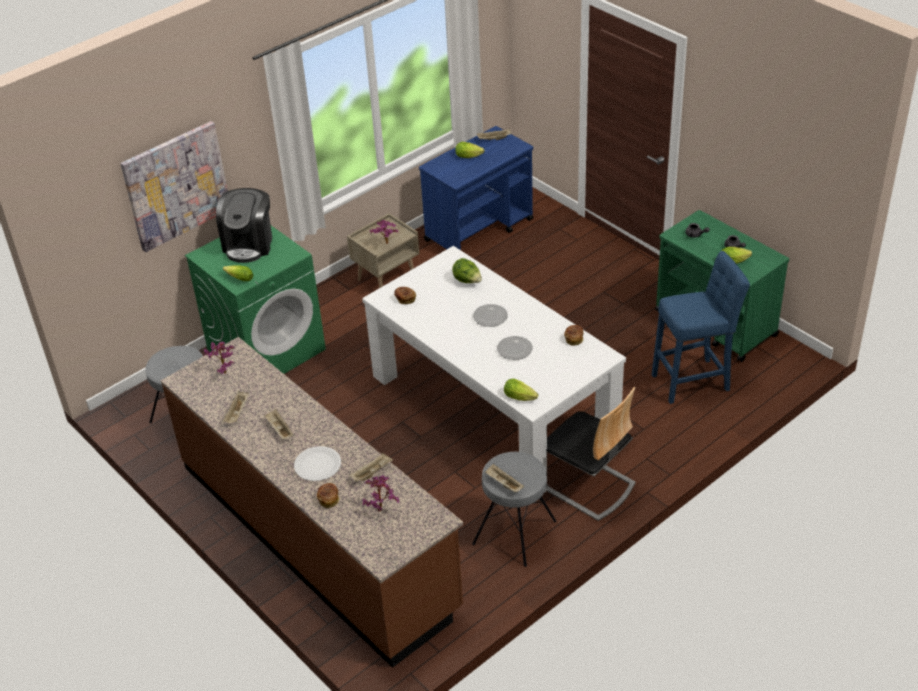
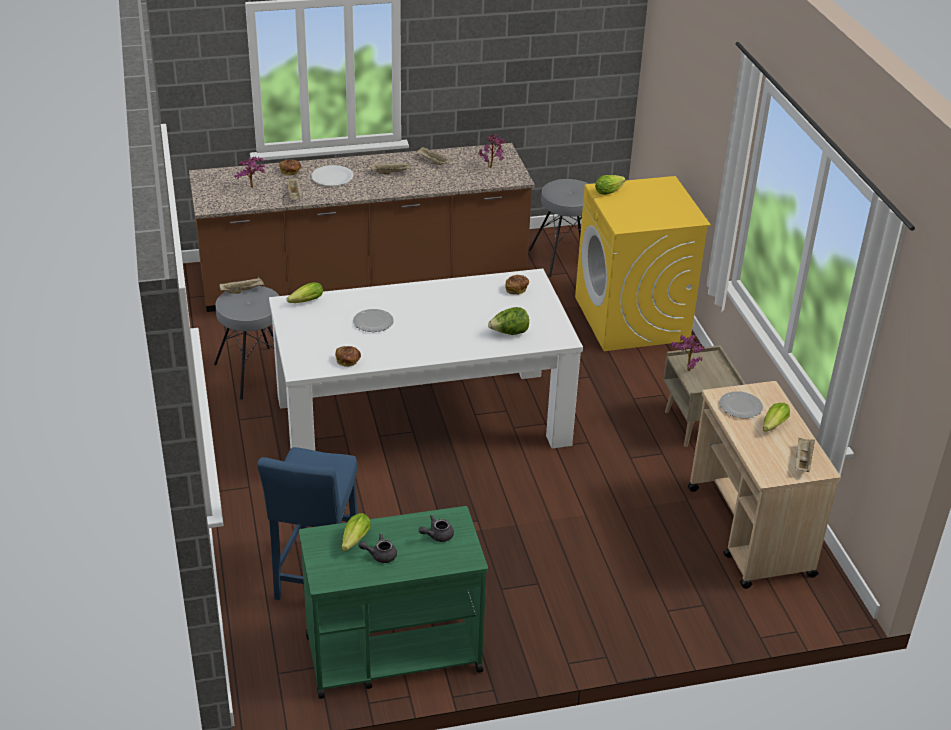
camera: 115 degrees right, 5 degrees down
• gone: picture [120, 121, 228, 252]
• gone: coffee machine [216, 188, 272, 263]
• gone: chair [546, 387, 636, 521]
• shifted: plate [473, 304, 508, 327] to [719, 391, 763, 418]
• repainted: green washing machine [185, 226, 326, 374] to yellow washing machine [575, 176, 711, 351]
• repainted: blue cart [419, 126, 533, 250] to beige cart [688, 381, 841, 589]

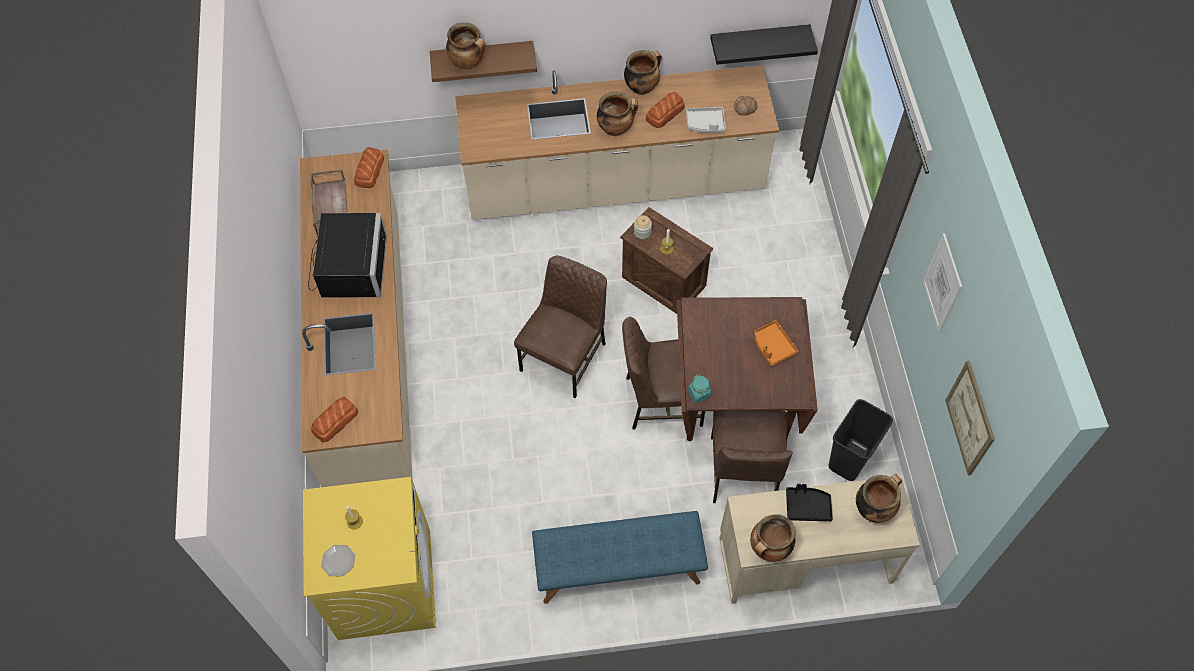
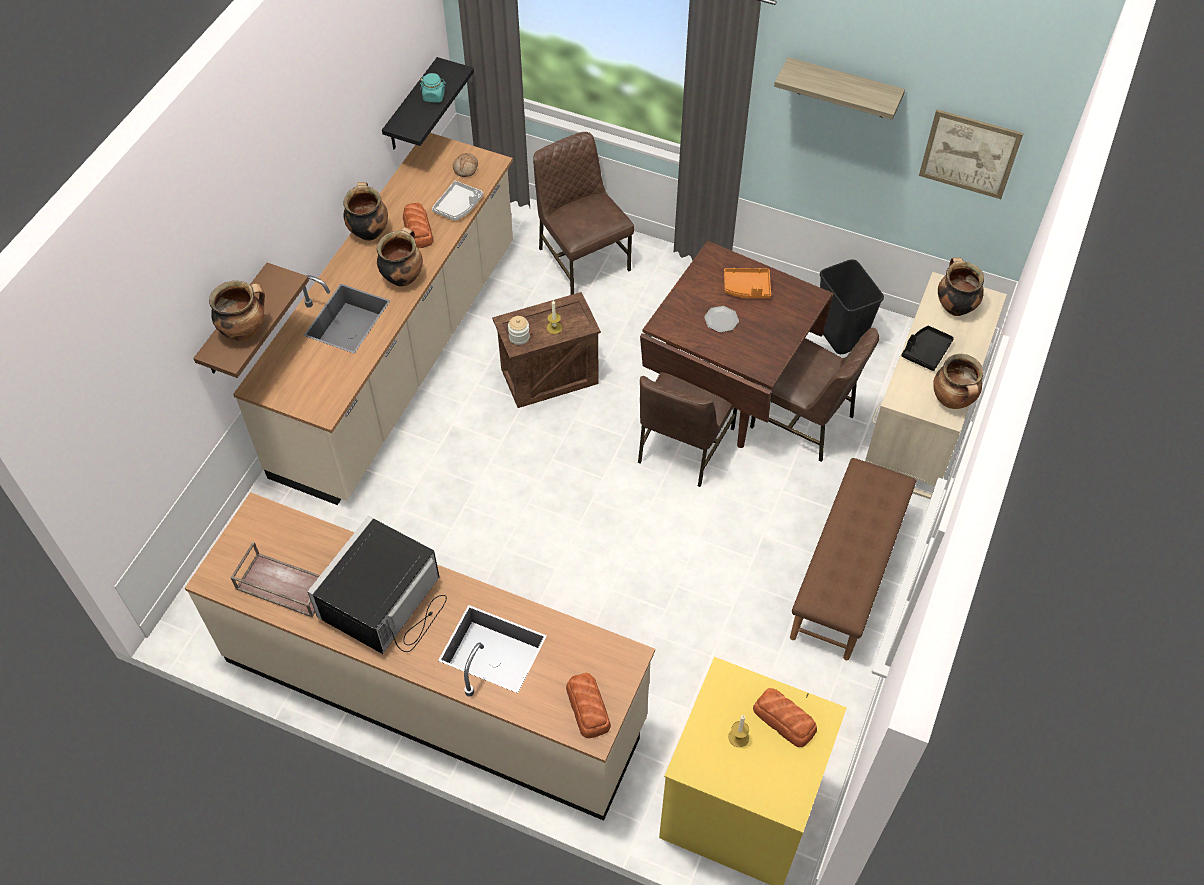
camera: 60 degrees left, 5 degrees down
• shifted: plate [321, 545, 355, 577] to [704, 306, 739, 332]
• shifted: bread [354, 147, 384, 188] to [753, 688, 817, 747]
• shifted: brown chair [514, 256, 607, 398] to [533, 132, 634, 295]
• shifted: turquoise jar [688, 375, 712, 403] to [420, 73, 446, 103]
• swapped: picture [923, 233, 962, 333] to shelf [774, 57, 905, 120]
• repainted: blue bench [532, 511, 708, 604] to brown bench [790, 458, 916, 660]
• rotated: black microwave [308, 213, 387, 298] = [307, 516, 447, 654] 90 degrees counterclockwise

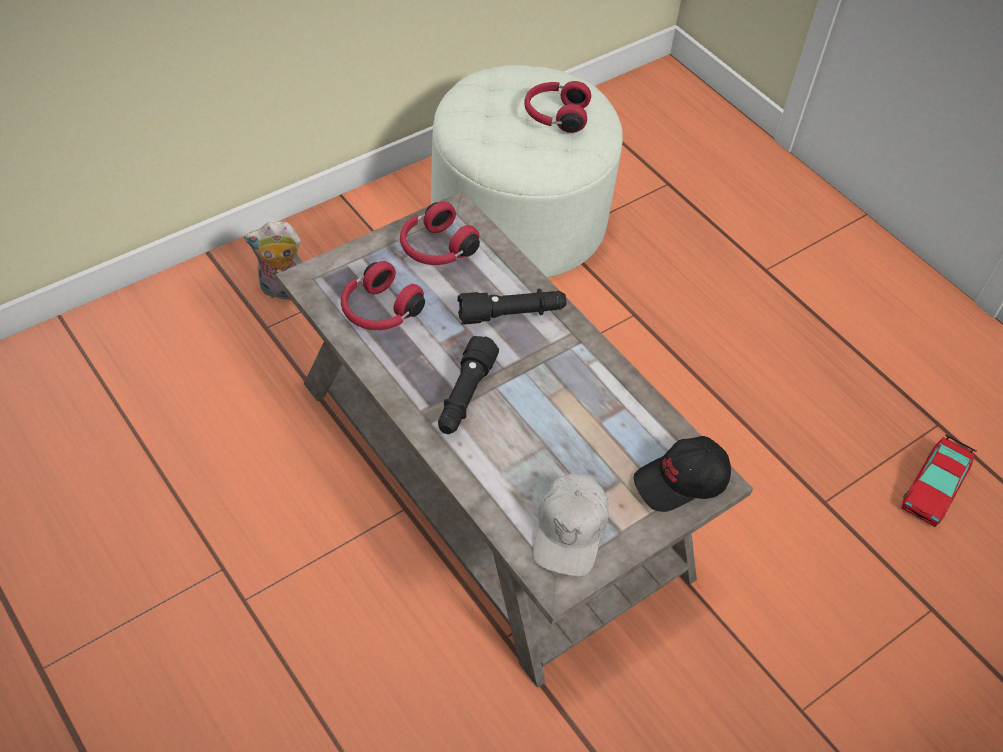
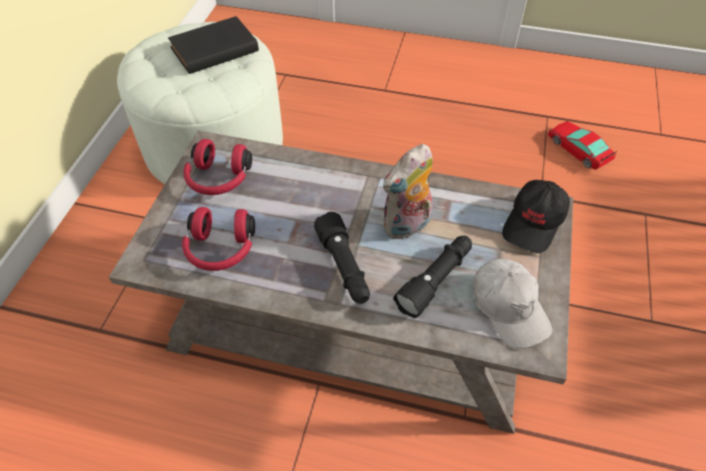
camera: 35 degrees left, 0 degrees up
• shifted: plush toy [244, 222, 303, 300] to [383, 144, 433, 239]
• shifted: black flashlight [458, 289, 566, 325] to [393, 236, 472, 318]
• swapped: red headphones [524, 81, 591, 133] to black book [168, 16, 259, 74]
• rotated: toy car [901, 434, 976, 527] = [548, 121, 617, 170] 150 degrees clockwise

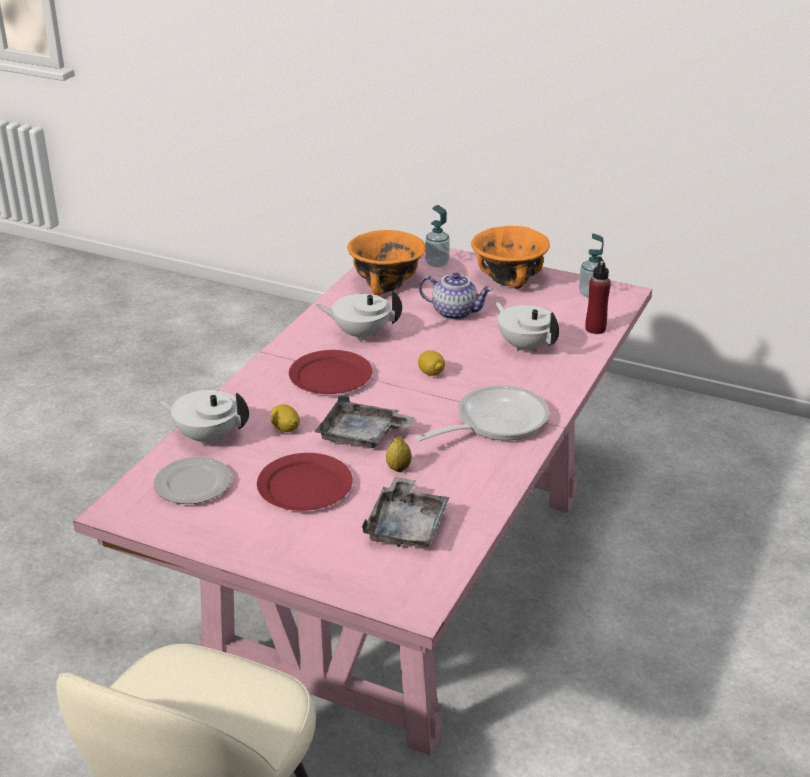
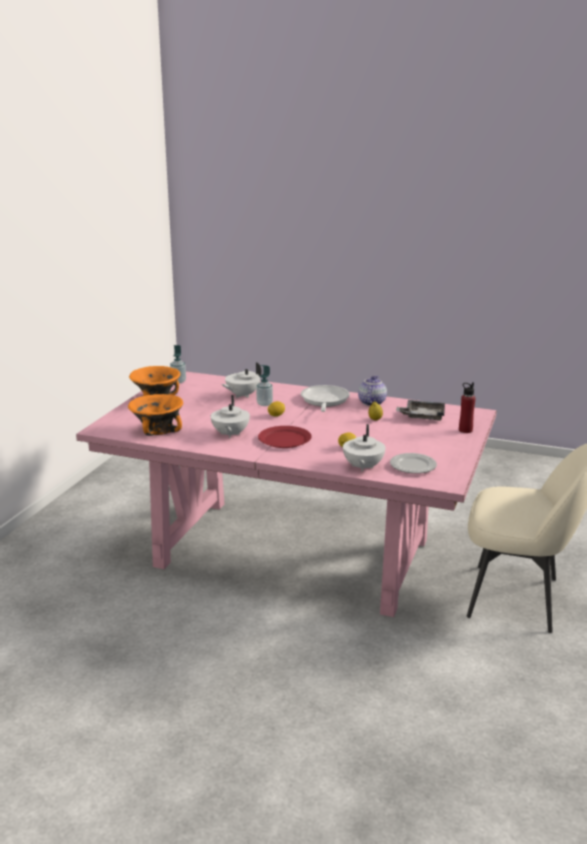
camera: 95 degrees left, 10 degrees down
• gone: red plate [257, 453, 353, 511]
• gone: grey tray [315, 395, 414, 448]
• shifted: teapot [419, 272, 493, 320] to [358, 376, 387, 406]
• shifted: soap dispenser [425, 205, 450, 267] to [256, 365, 273, 406]
• shifted: red bottle [585, 256, 611, 334] to [459, 382, 476, 433]
• rotated: frying pan [415, 385, 549, 441] = [301, 385, 350, 412] 45 degrees clockwise

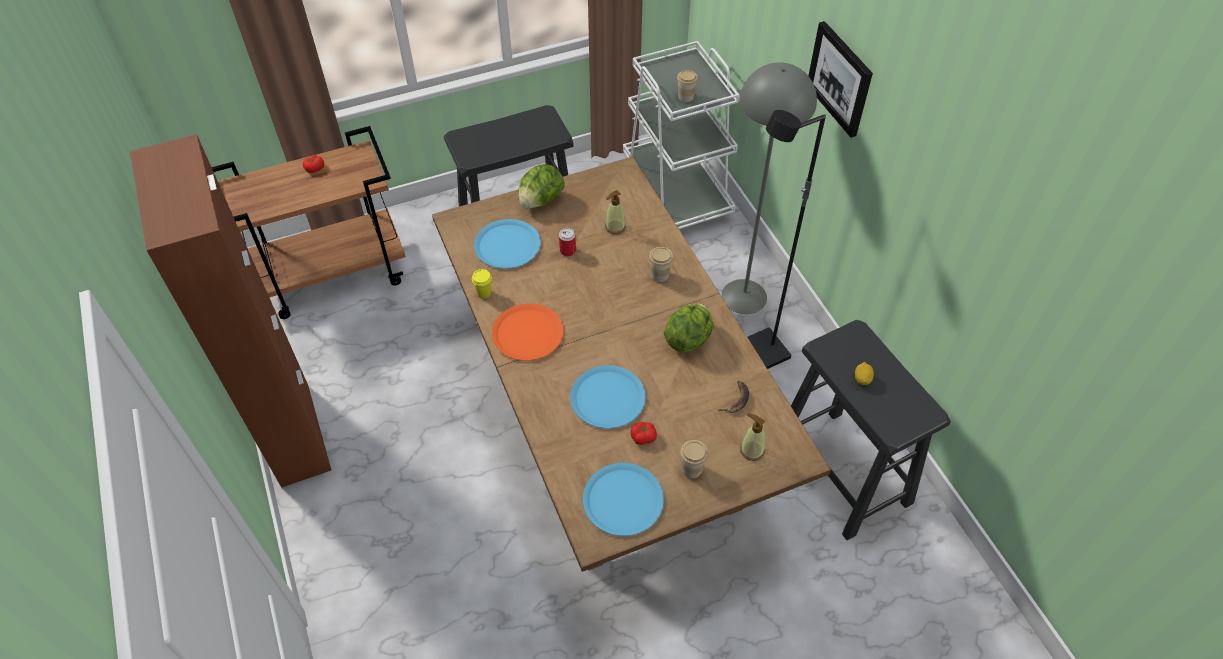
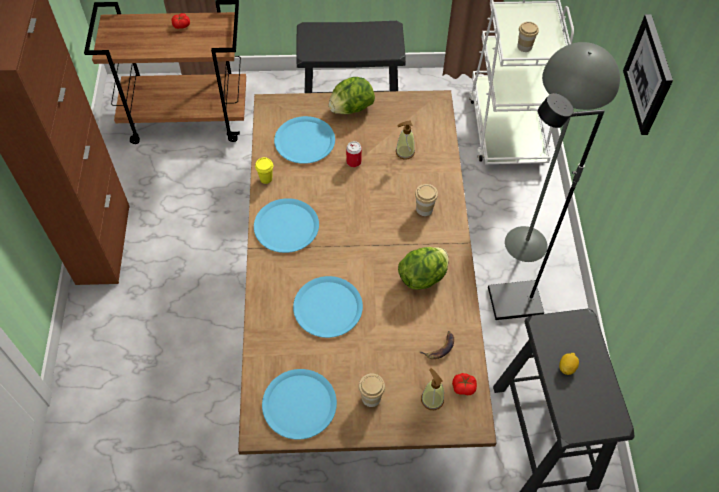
camera: 20 degrees right, 5 degrees up
• shifted: tomato [630, 422, 657, 445] to [452, 373, 477, 395]
• repainted: orange plate [492, 303, 564, 361] to blue plate [254, 198, 319, 253]

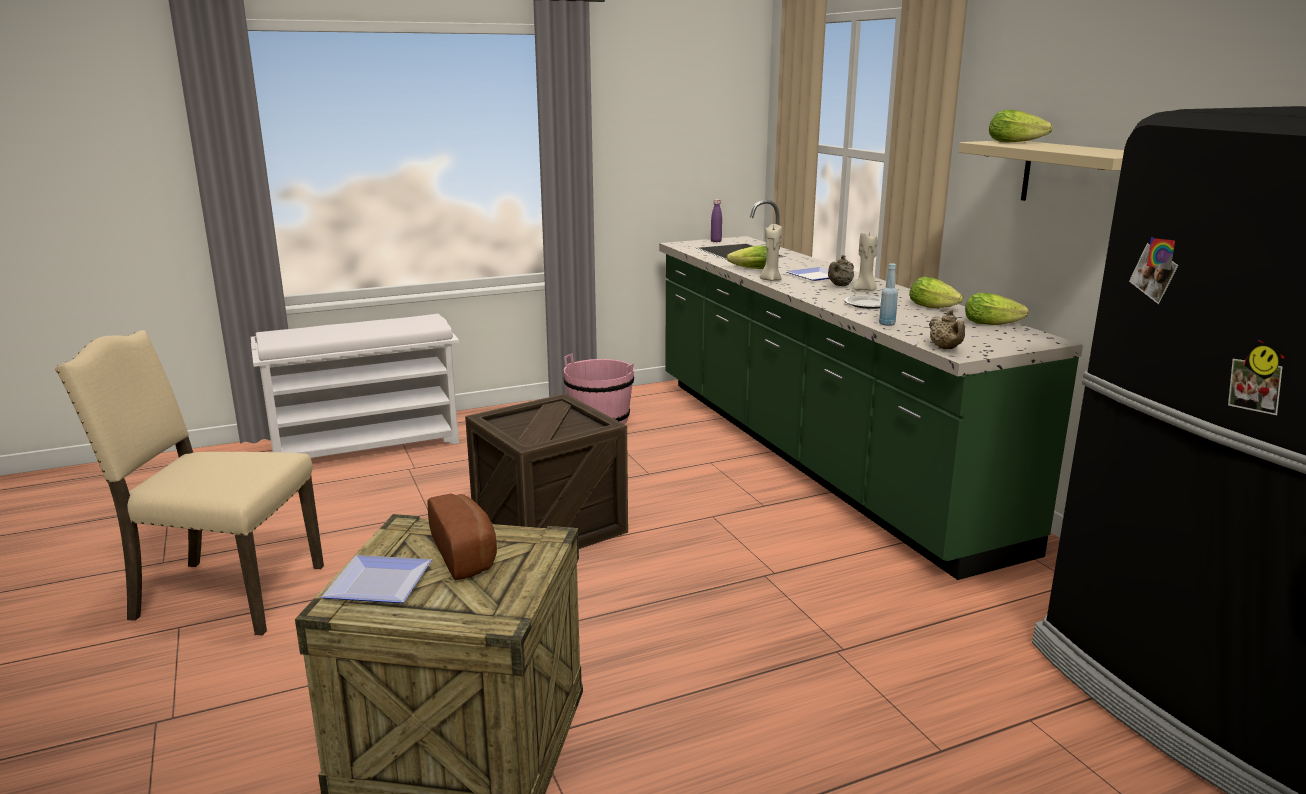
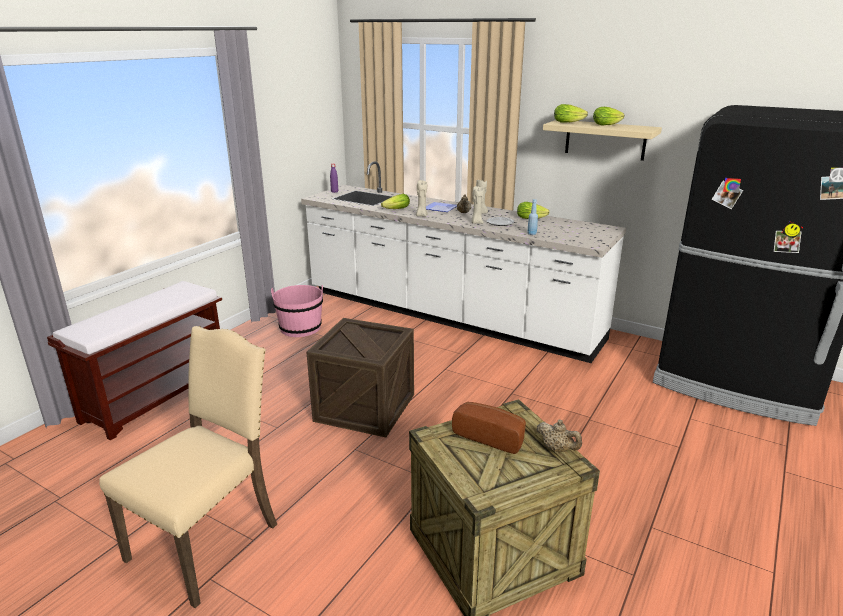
camera: 35 degrees left, 5 degrees up
• gone: plate [321, 555, 432, 603]
• new: beige candle [471, 186, 484, 224]
• shifted: beige teapot [929, 310, 965, 349] to [536, 419, 582, 452]
• shifted: lettuce [965, 293, 1029, 325] to [593, 107, 625, 125]
• repainted: white bench [251, 314, 459, 458] to brown bench [47, 281, 222, 440]
• repainted: green counter [659, 200, 1083, 580] to white counter [301, 161, 626, 363]
• rotated: beige chair [55, 330, 324, 636] = [99, 326, 277, 608] 150 degrees clockwise

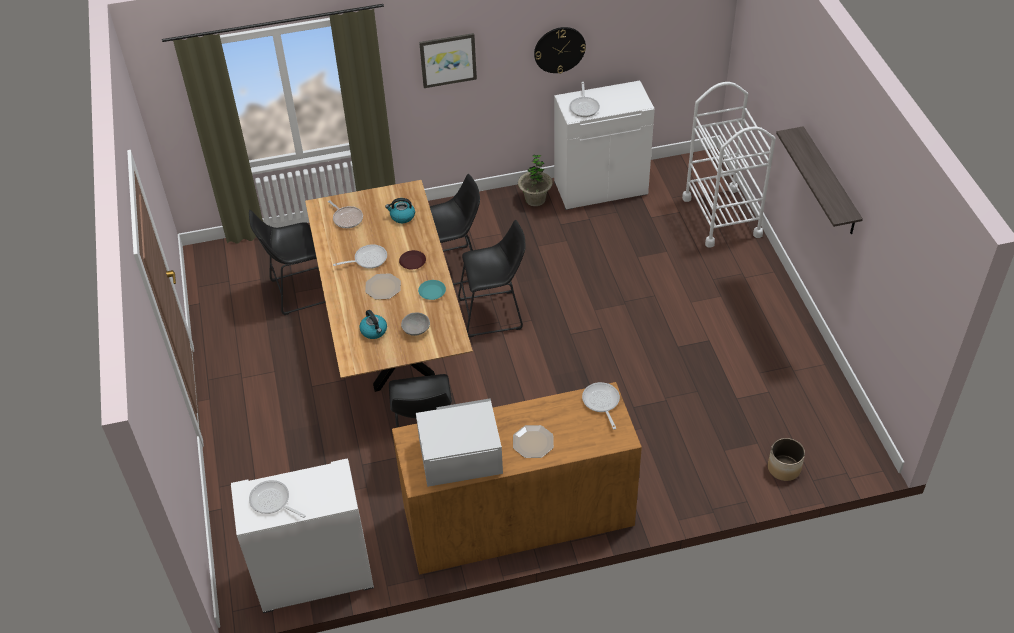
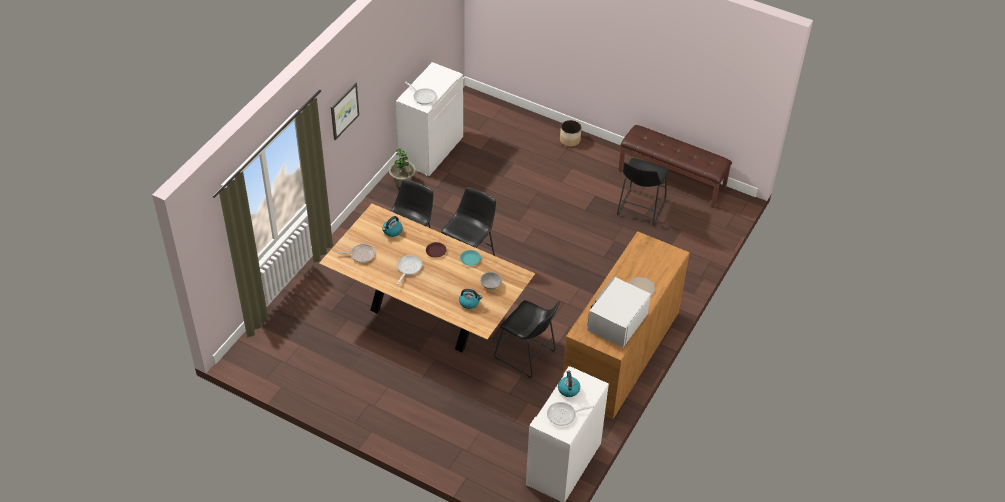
camera: 50 degrees left, 0 degrees up
• gone: plate [365, 273, 401, 299]
• gone: wall clock [534, 27, 586, 74]
• gone: frying pan [582, 382, 620, 430]
• gone: white cart [682, 82, 776, 248]
• gone: shelf [776, 126, 863, 234]
• new: kettle [558, 371, 580, 397]
• new: brown bench [618, 125, 732, 208]
• shifted: black stool [249, 210, 325, 315] to [617, 158, 669, 226]
• shifted: planter [768, 438, 805, 481] to [560, 120, 581, 147]

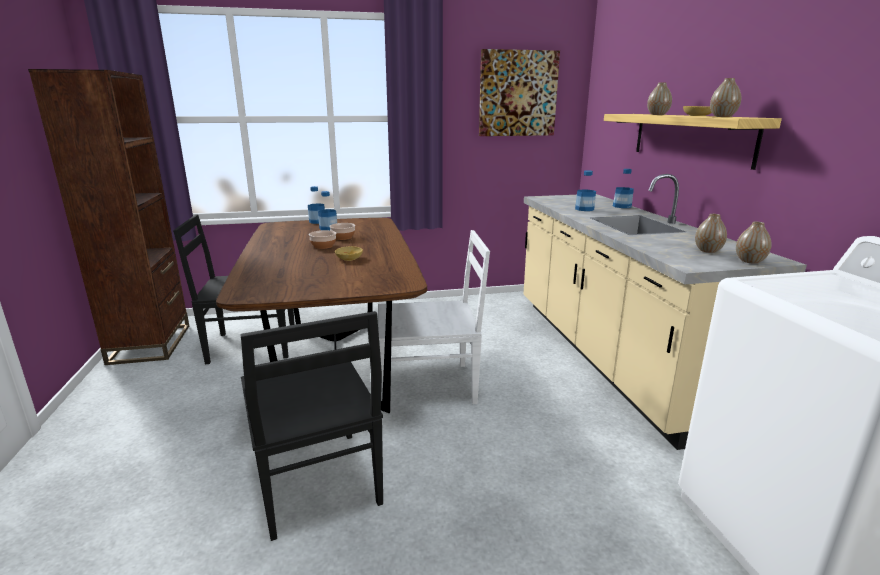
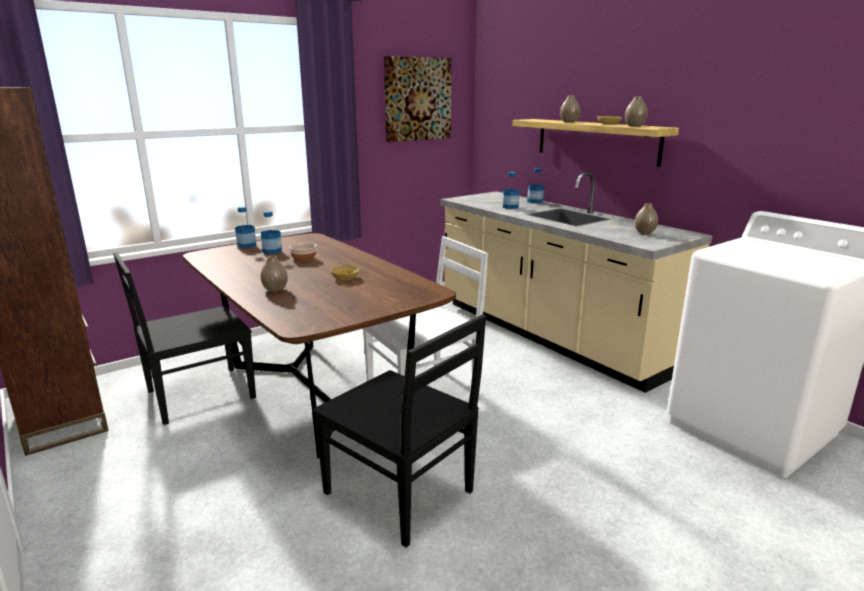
camera: 25 degrees left, 0 degrees up
• gone: bowl [309, 230, 336, 249]
• shifted: vase [736, 222, 772, 264] to [261, 256, 288, 292]

